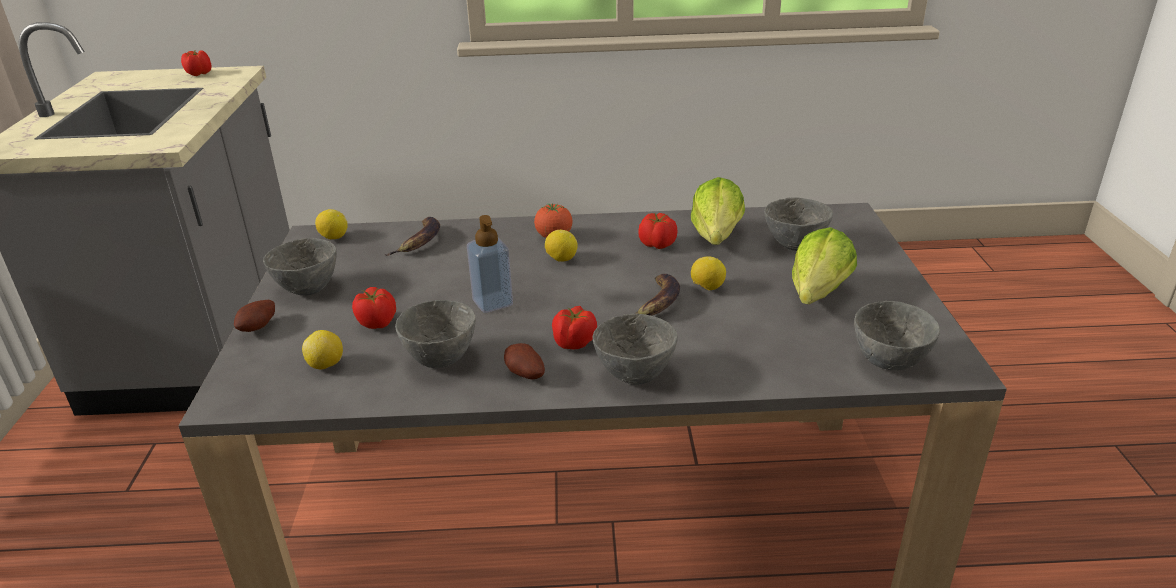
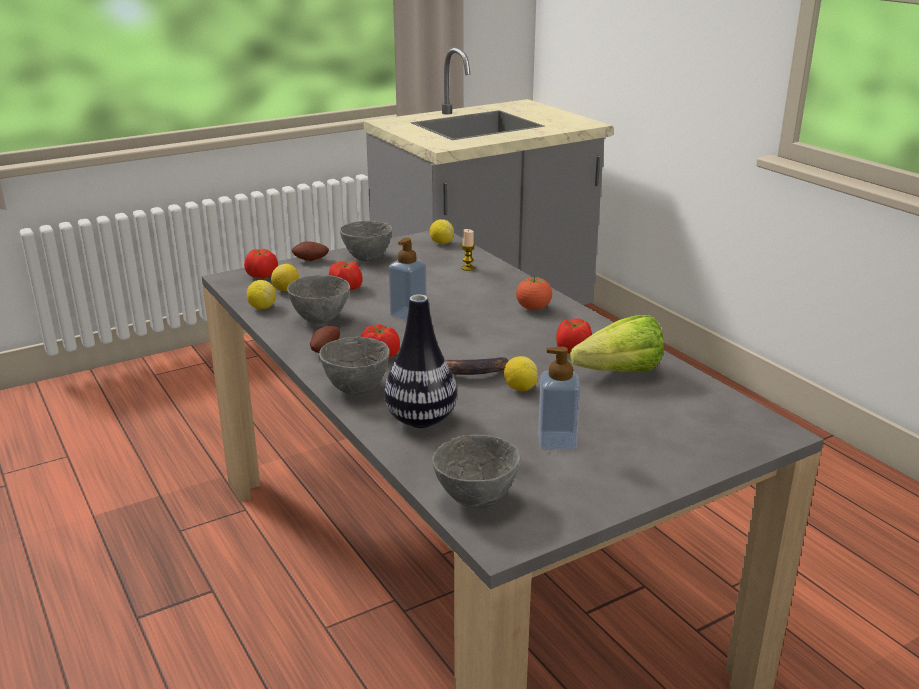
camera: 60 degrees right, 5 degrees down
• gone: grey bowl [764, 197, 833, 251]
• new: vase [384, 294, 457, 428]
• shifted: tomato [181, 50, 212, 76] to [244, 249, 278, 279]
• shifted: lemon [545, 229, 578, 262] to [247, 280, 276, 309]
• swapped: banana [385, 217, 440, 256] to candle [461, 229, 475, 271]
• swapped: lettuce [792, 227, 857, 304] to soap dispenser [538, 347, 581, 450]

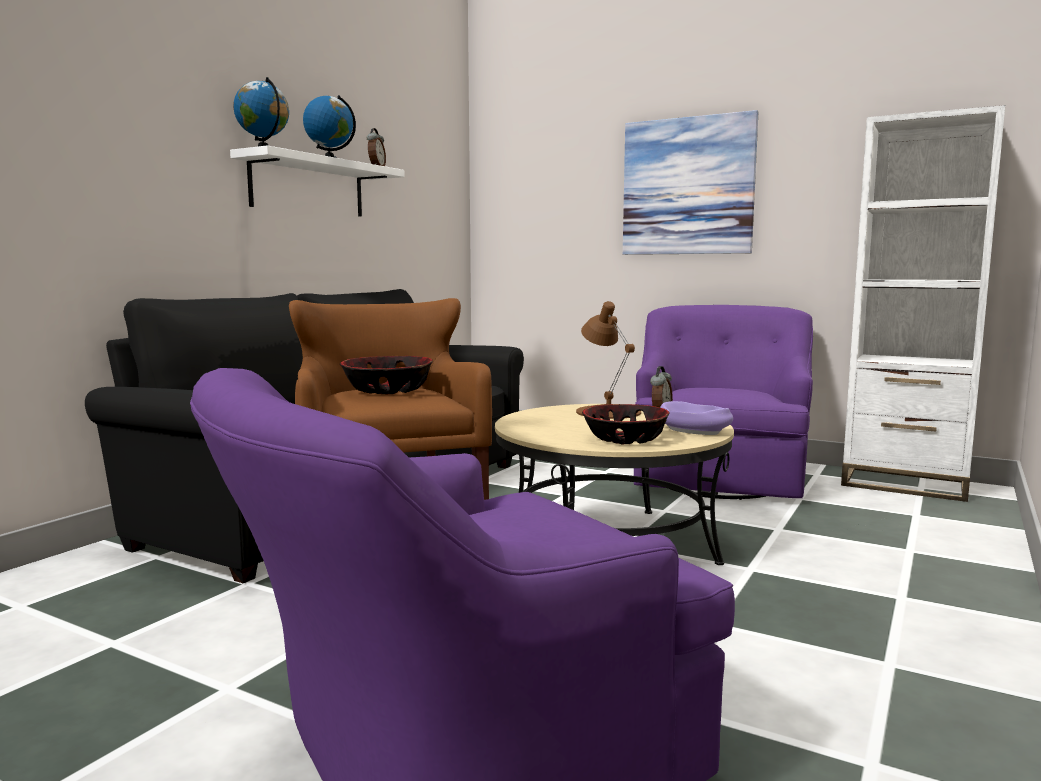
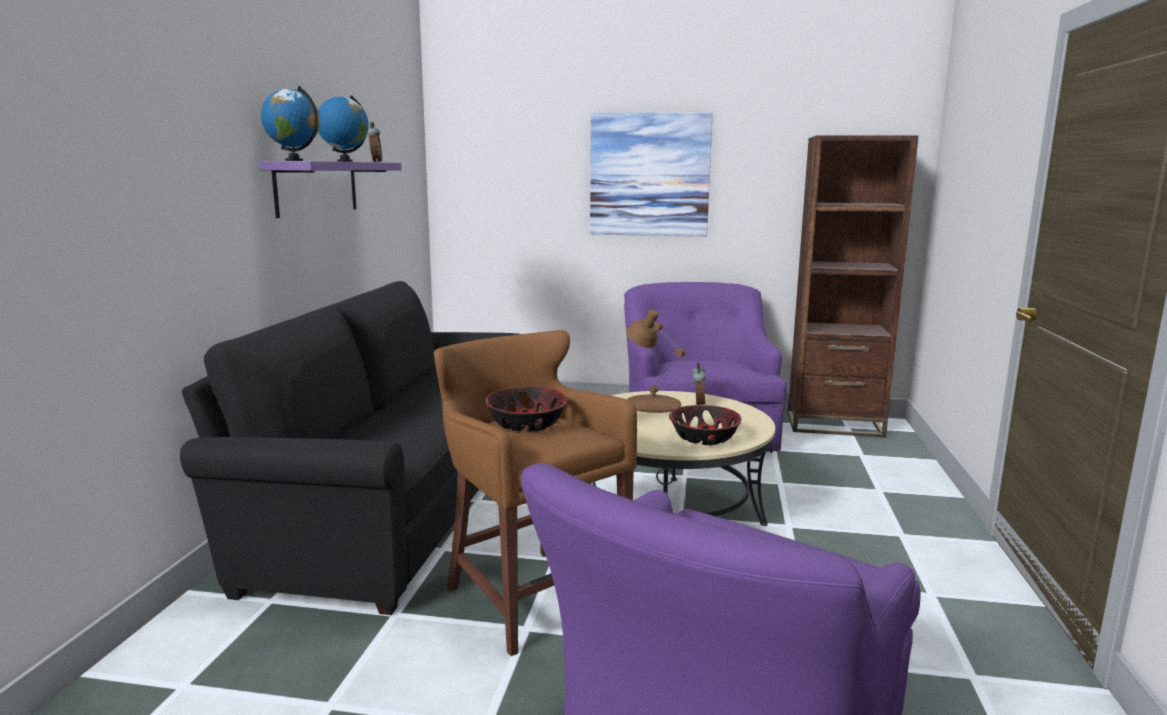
camera: 20 degrees left, 5 degrees up
• gone: purple bowl [660, 401, 733, 435]
• repainted: white shelf [230, 145, 405, 217] to purple shelf [259, 161, 402, 218]
• repainted: white bookcase [841, 105, 1005, 502] to brown bookcase [788, 135, 919, 438]

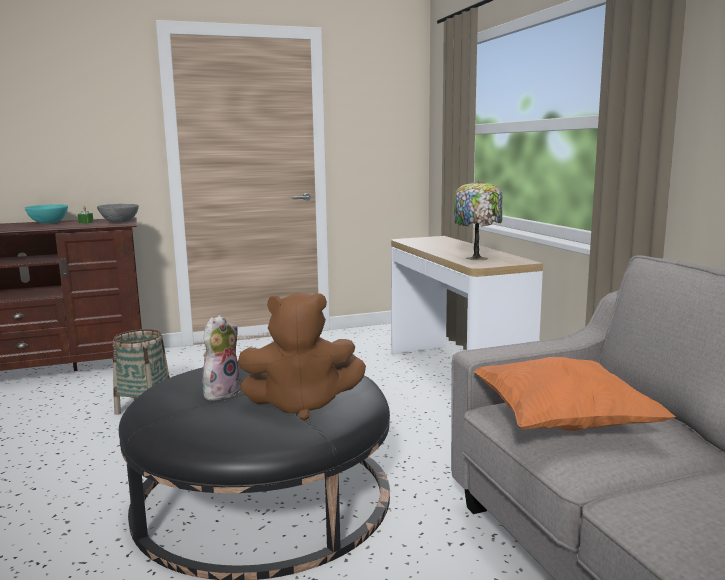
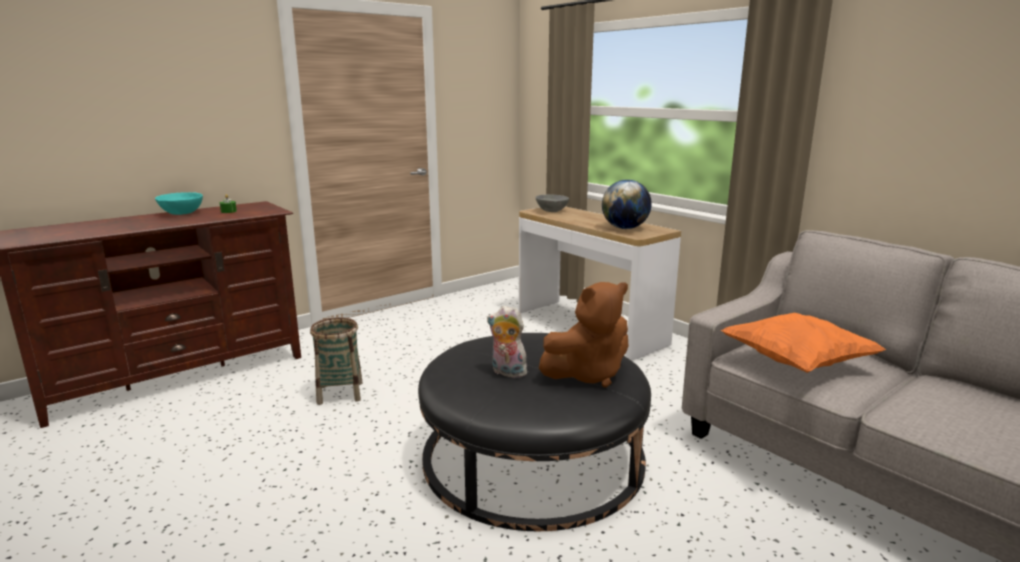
camera: 20 degrees left, 5 degrees up
• shifted: grey bowl [97, 204, 139, 223] to [535, 194, 569, 212]
• swapped: table lamp [454, 180, 502, 260] to globe [602, 180, 652, 229]
• rotated: plush toy [202, 315, 241, 401] = [487, 306, 527, 378] 75 degrees counterclockwise

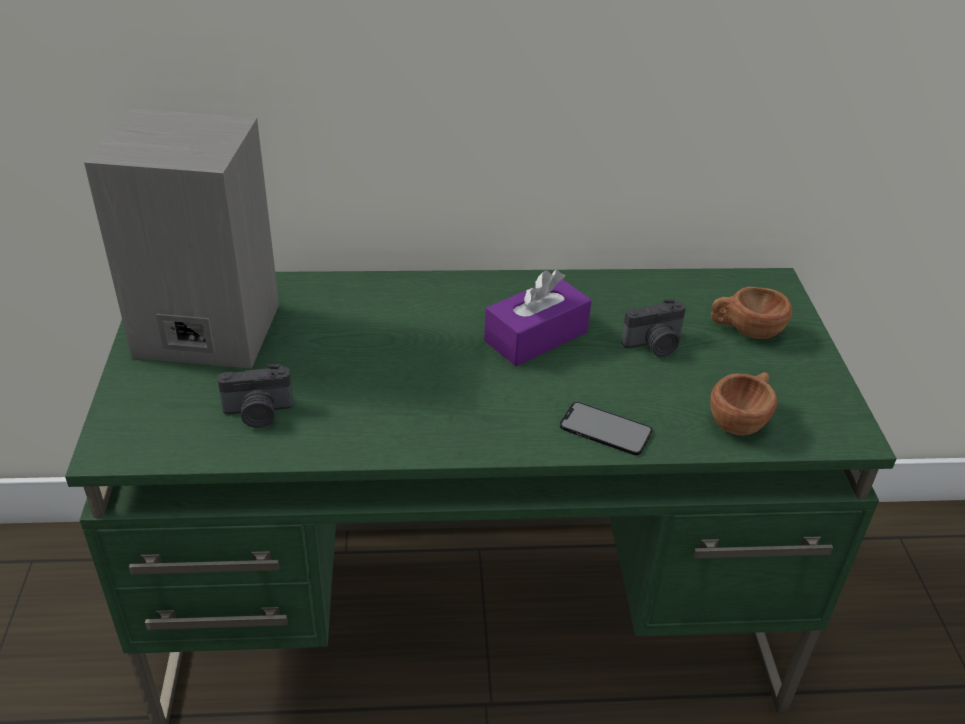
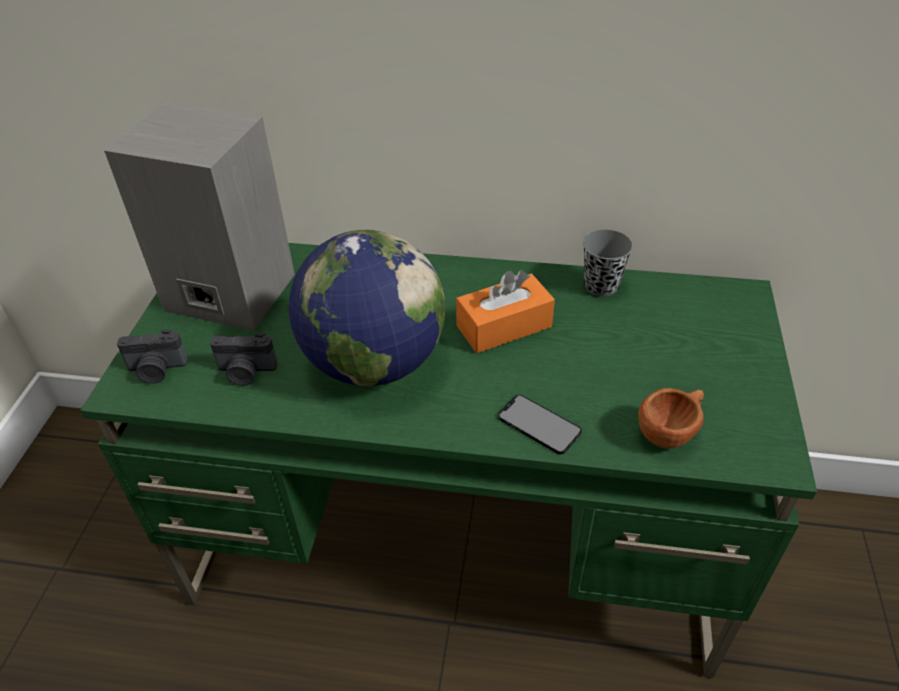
camera: 15 degrees right, 5 degrees up
• gone: brown cup [711, 287, 792, 339]
• new: globe [289, 230, 445, 386]
• new: grey cup [583, 229, 633, 297]
• shifted: photo camera [621, 299, 686, 357] to [117, 330, 188, 384]
• repainted: purple tissue box [484, 270, 592, 366] to orange tissue box [456, 270, 555, 353]

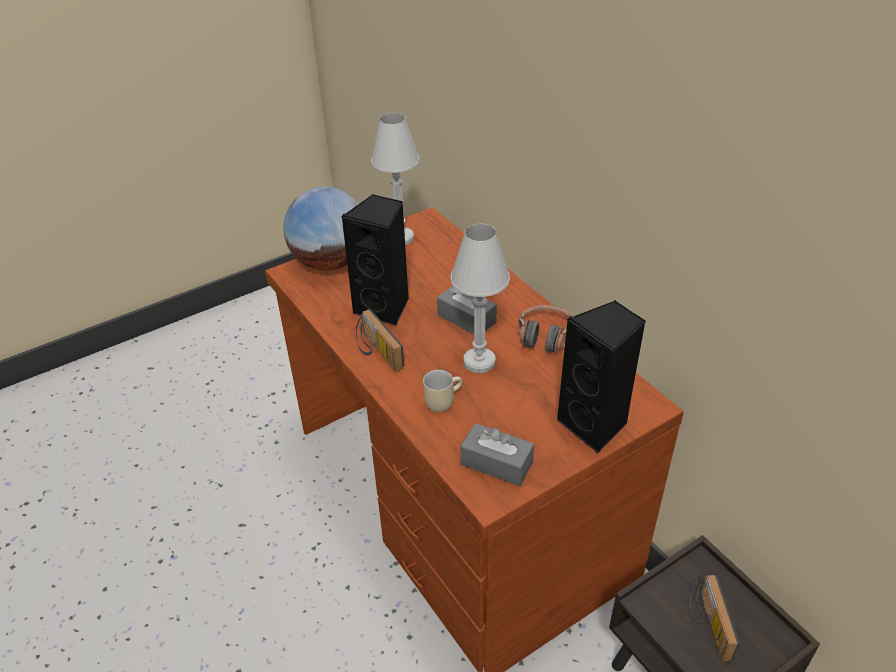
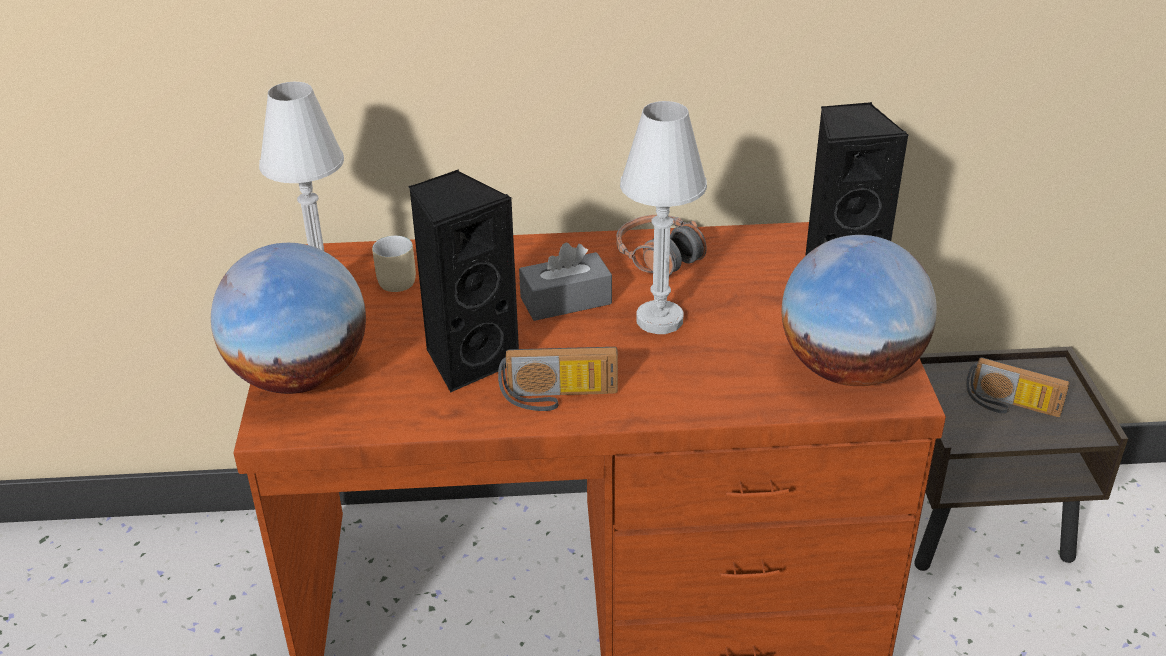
camera: 60 degrees left, 5 degrees down
• shifted: beige mug [423, 370, 462, 412] to [372, 236, 416, 292]
• swapped: grey tissue box [460, 423, 534, 486] to globe [782, 235, 937, 386]

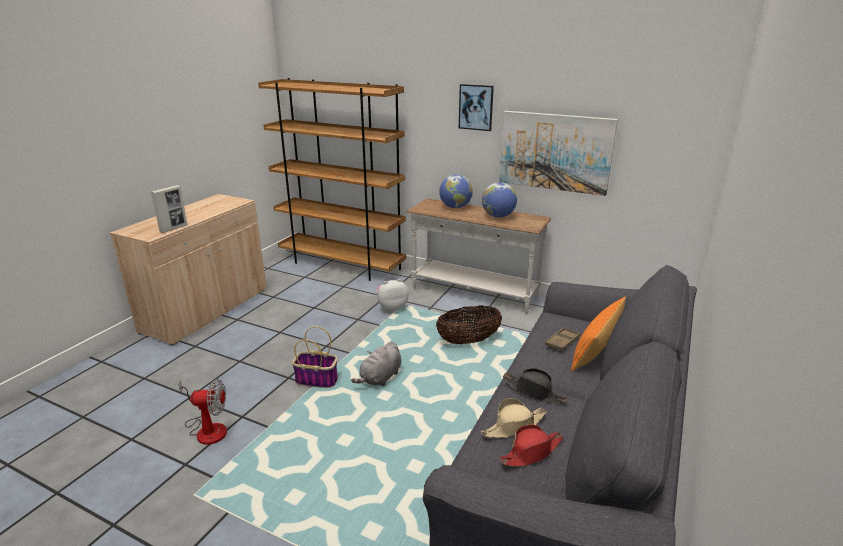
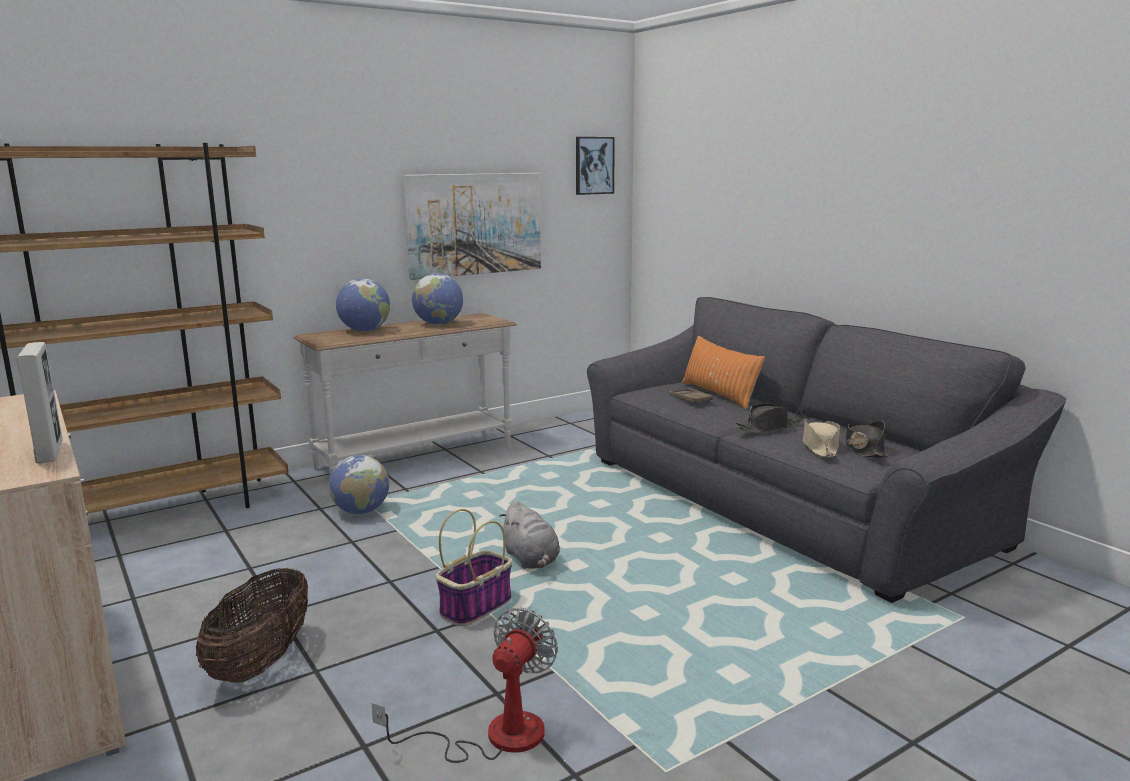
camera: 60 degrees left, 10 degrees down
• shifted: basket [436, 305, 502, 345] to [196, 568, 308, 683]
• shifted: picture [459, 84, 494, 131] to [576, 137, 615, 195]
• swapped: plush toy [377, 279, 409, 312] to globe [329, 455, 389, 514]
• repainted: red hat [499, 424, 563, 467] to black hat [845, 421, 888, 458]

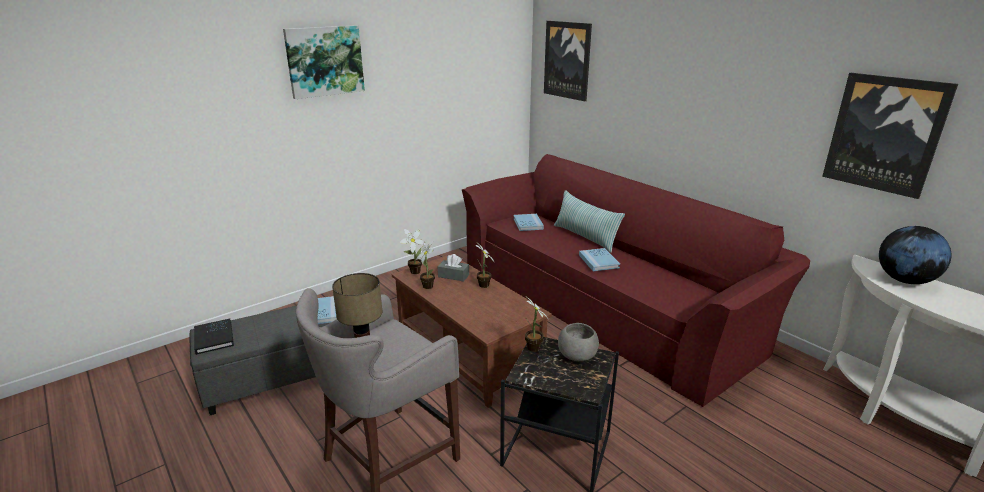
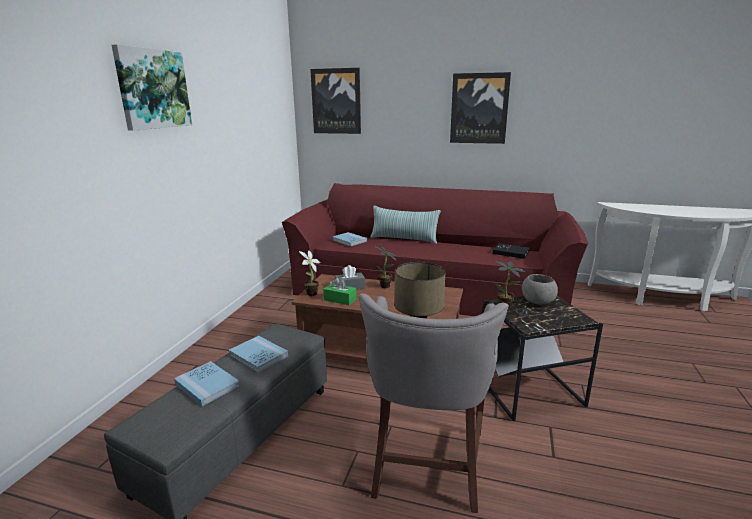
camera: 35 degrees left, 5 degrees down
• gone: globe [879, 226, 952, 284]
• shifted: black book [194, 319, 234, 355] to [493, 243, 530, 259]
• shifted: blue book [579, 248, 620, 271] to [174, 361, 240, 407]
• shifted: picture [822, 73, 958, 199] to [450, 72, 511, 144]
• swapped: potted plant [416, 240, 435, 289] to green tissue box [323, 277, 356, 305]

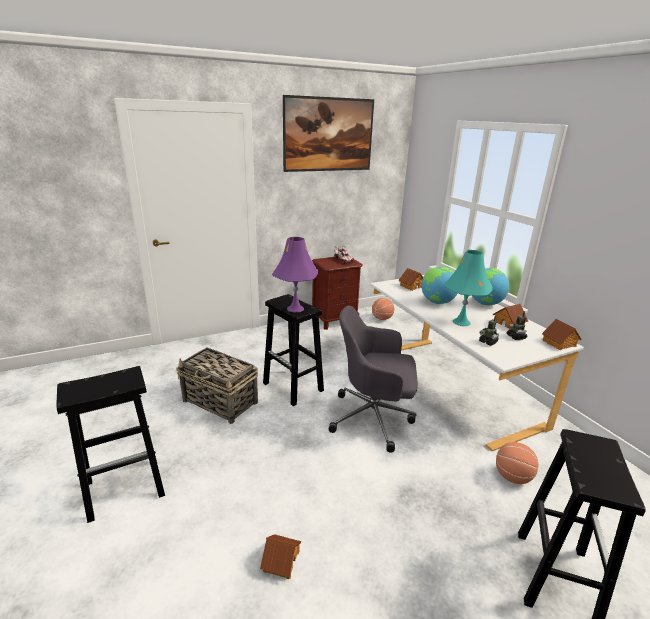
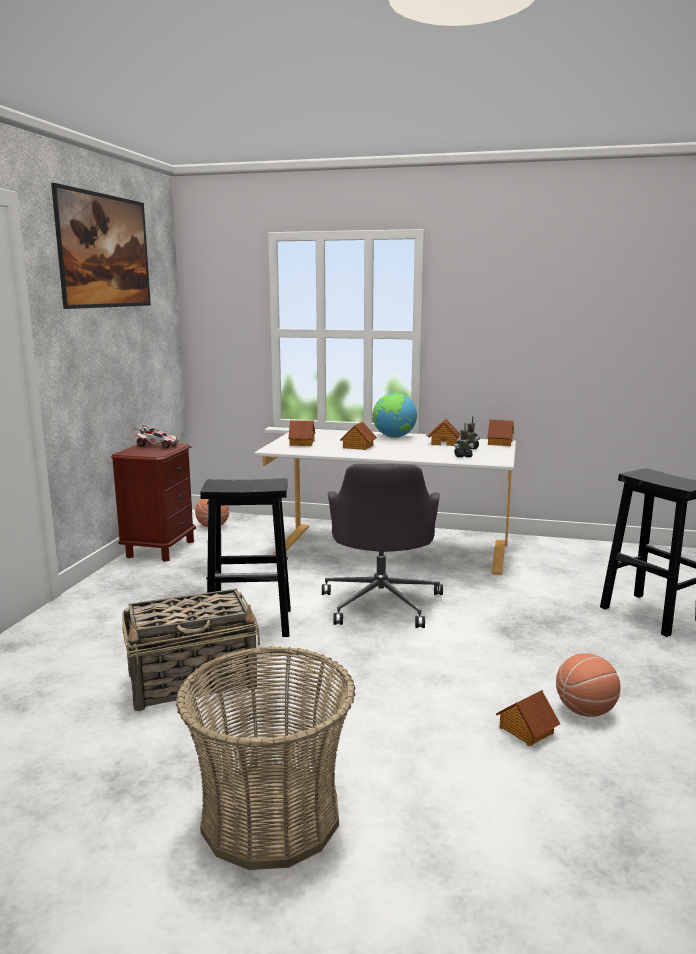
camera: 50 degrees left, 10 degrees down
• gone: purple table lamp [272, 237, 319, 313]
• gone: turquoise table lamp [443, 250, 493, 326]
• shifted: basketball [496, 442, 538, 484] to [556, 653, 621, 717]
• swapped: black stool [56, 366, 165, 523] to basket [176, 646, 355, 870]
• swapped: globe [421, 267, 458, 304] to toy house [340, 421, 377, 450]
• rotated: grey office chair [329, 306, 418, 453] = [322, 464, 443, 628] 45 degrees counterclockwise

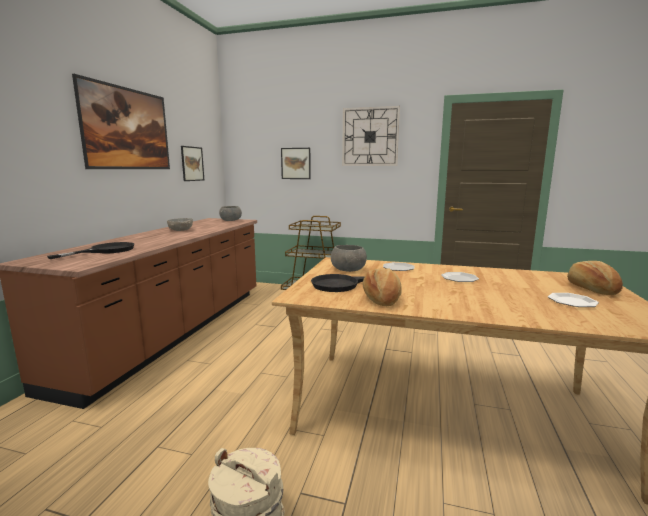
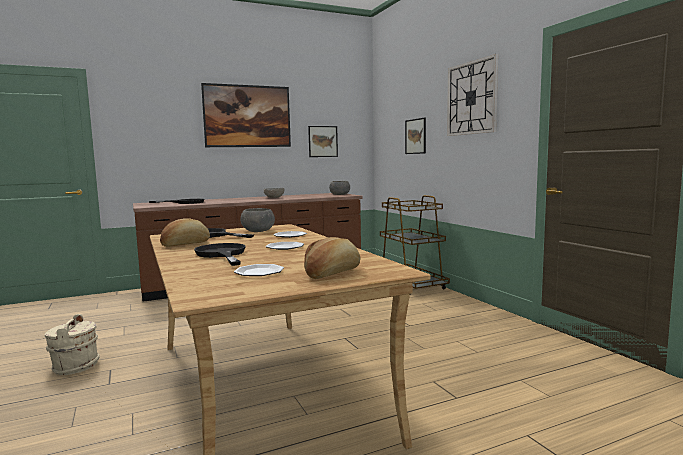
camera: 50 degrees right, 5 degrees down
• new: black frying pan [194, 243, 246, 266]

